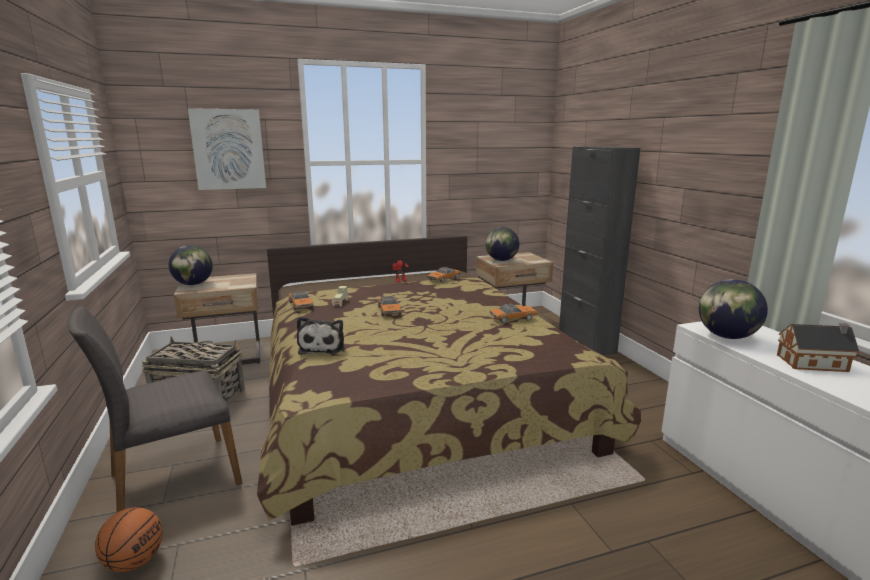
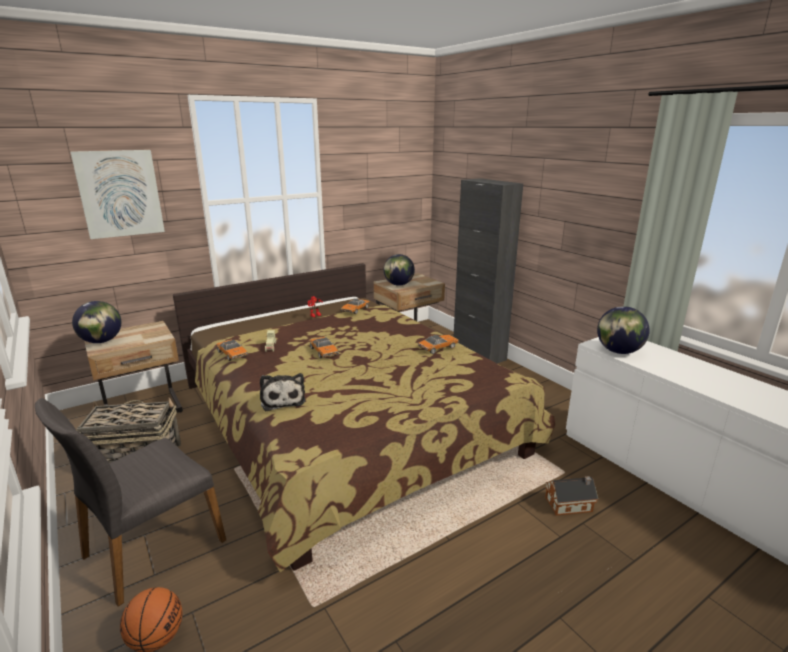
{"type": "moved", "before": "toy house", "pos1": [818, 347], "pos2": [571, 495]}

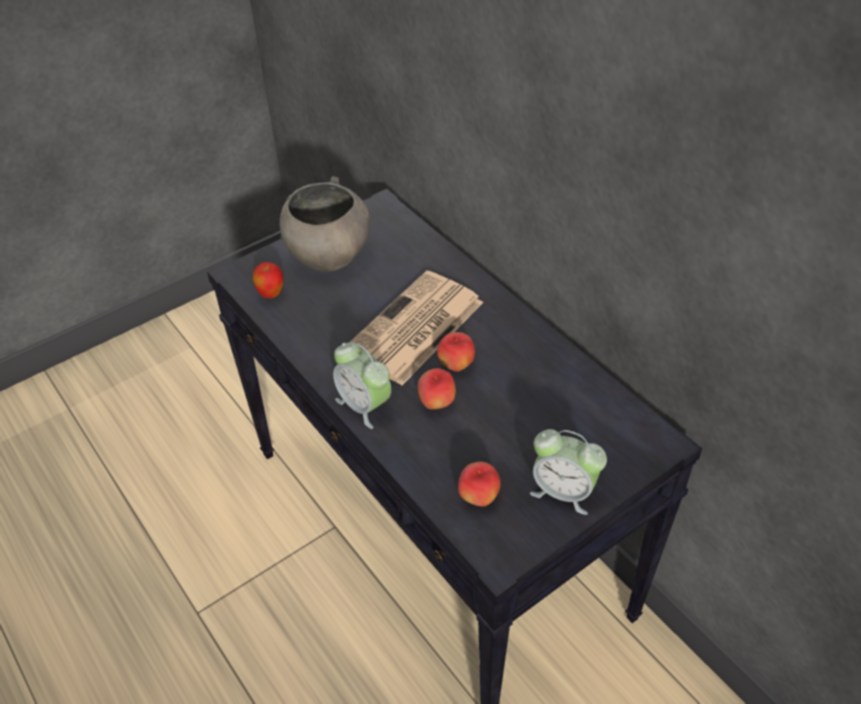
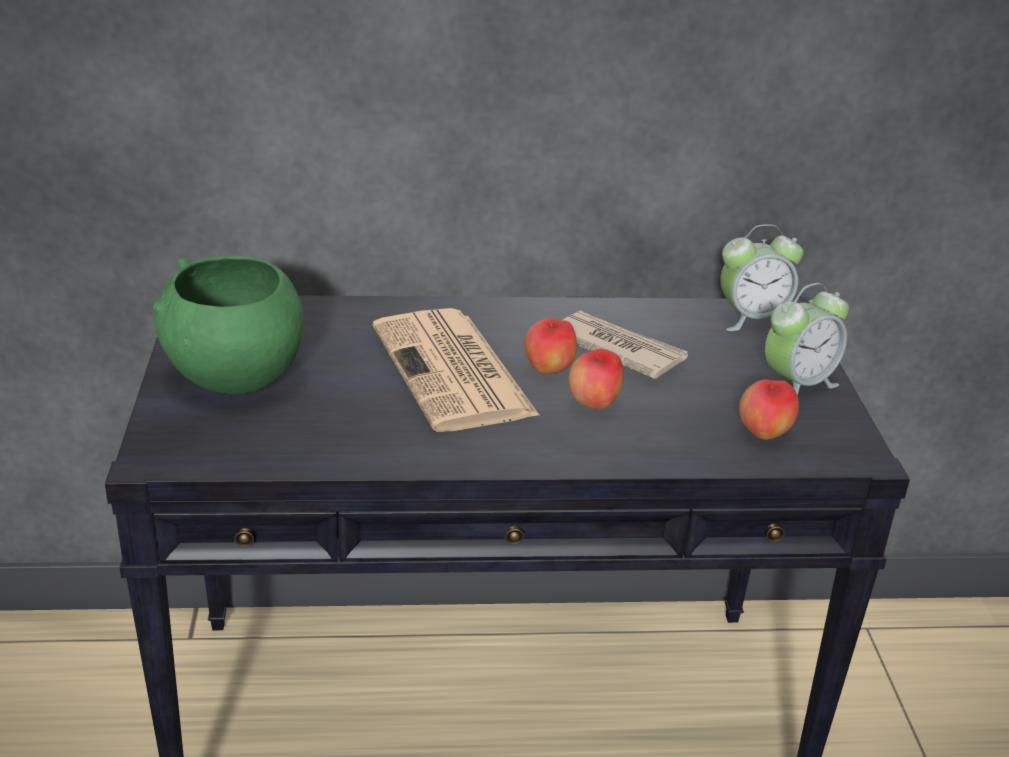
{"type": "recoloured", "before": "grey bowl", "after": "green bowl", "pos1": [324, 224], "pos2": [229, 324]}
{"type": "removed", "before": "apple", "pos1": [268, 280]}
{"type": "moved", "before": "alarm clock", "pos1": [362, 385], "pos2": [761, 277]}
{"type": "added", "after": "newspaper", "pos2": [625, 345]}

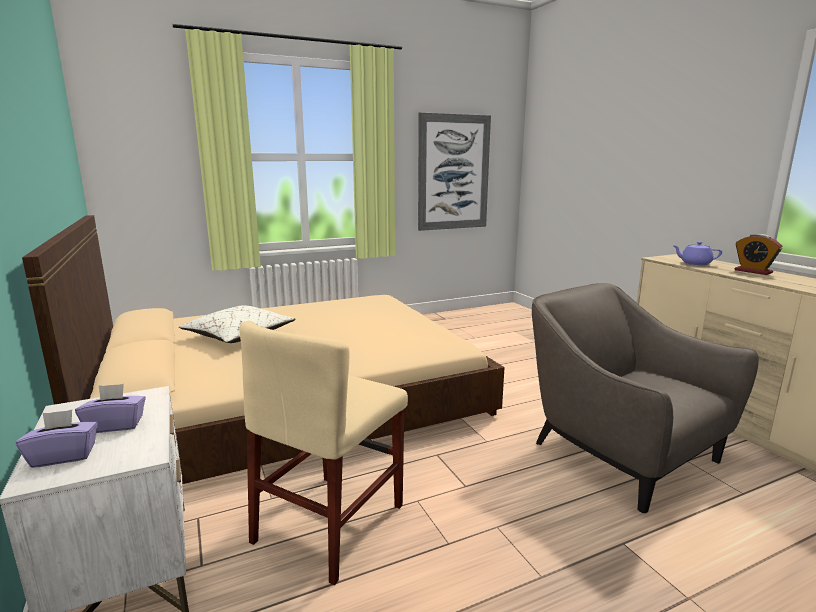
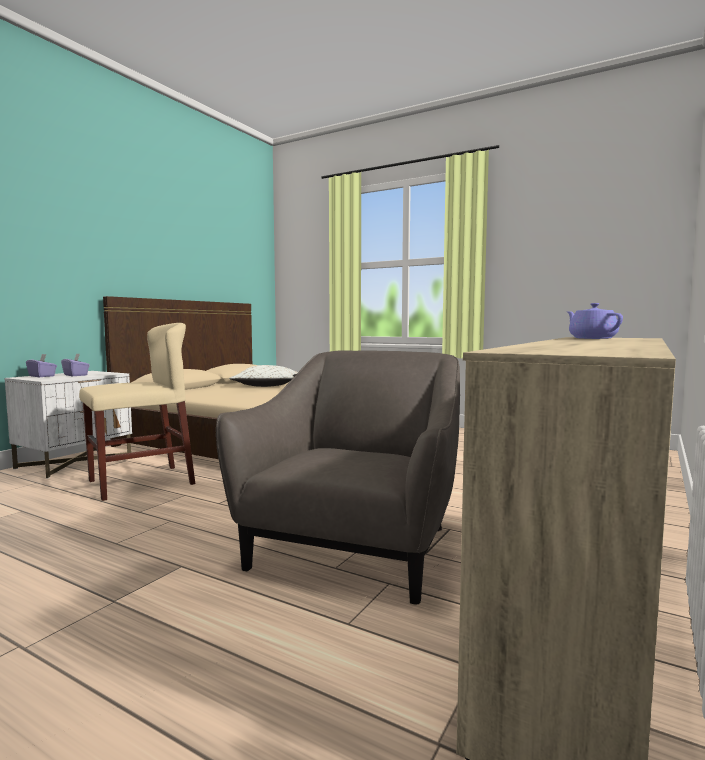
{"type": "removed", "before": "picture", "pos1": [454, 171]}
{"type": "removed", "before": "alarm clock", "pos1": [758, 254]}
{"type": "turned", "before": "beige chair", "pos1": [323, 452], "pos2": [137, 412], "turn": 150}

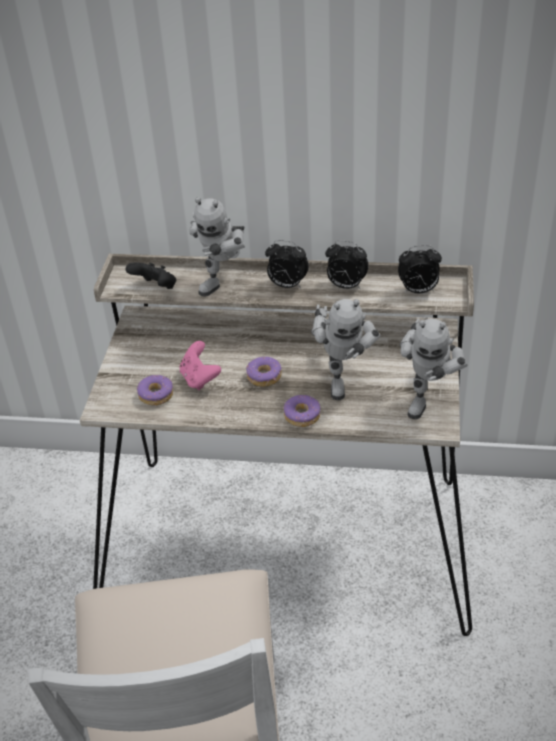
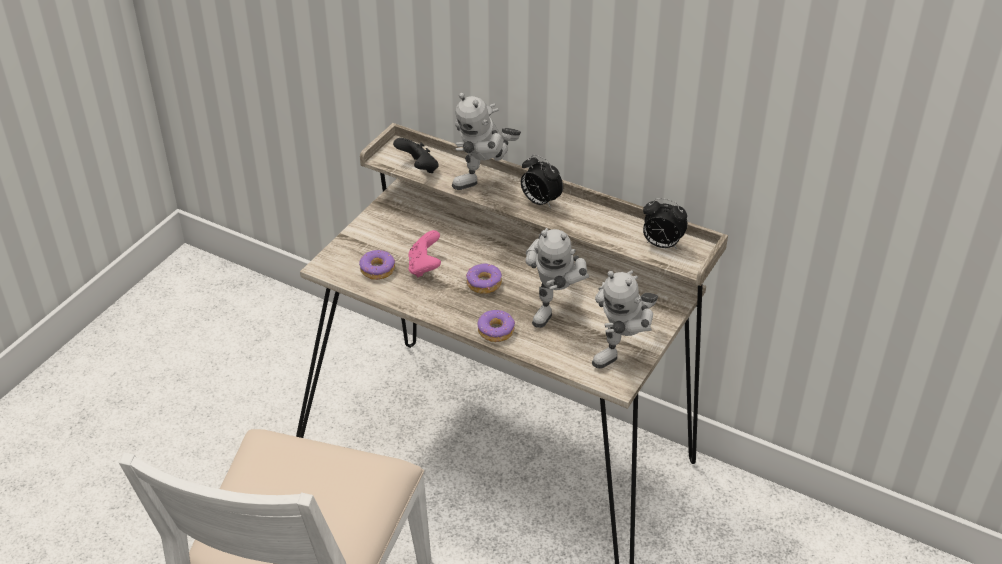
{"type": "removed", "before": "alarm clock", "pos1": [347, 264]}

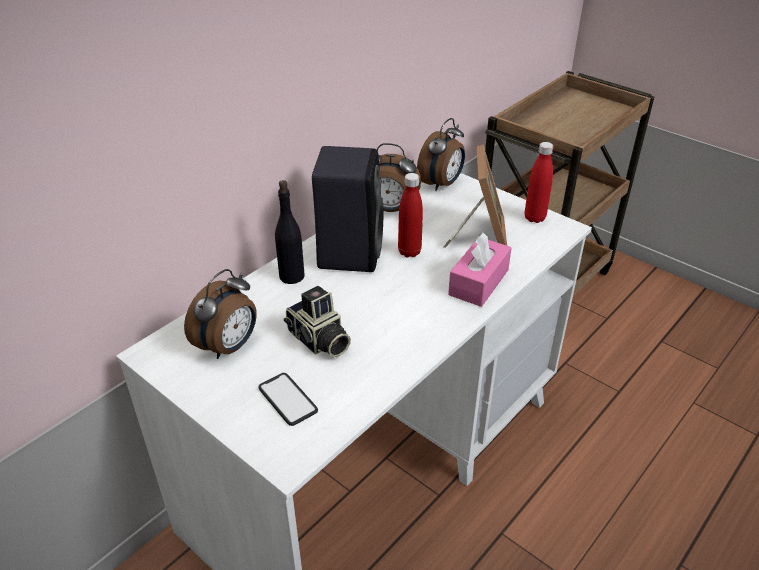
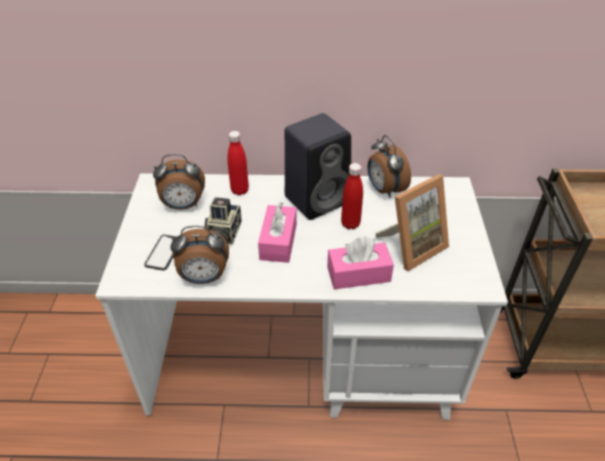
{"type": "moved", "before": "alarm clock", "pos1": [441, 154], "pos2": [199, 255]}
{"type": "moved", "before": "red bottle", "pos1": [539, 182], "pos2": [238, 163]}
{"type": "removed", "before": "black bottle", "pos1": [290, 232]}
{"type": "added", "after": "pink tissue box", "pos2": [277, 233]}

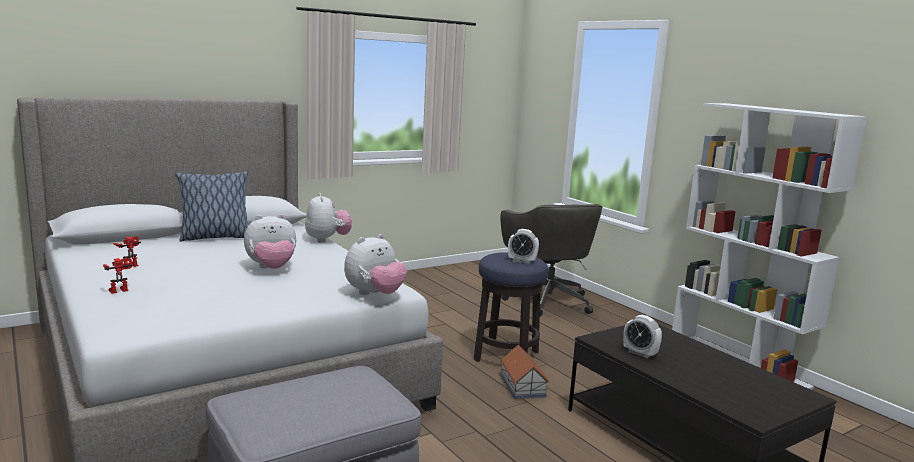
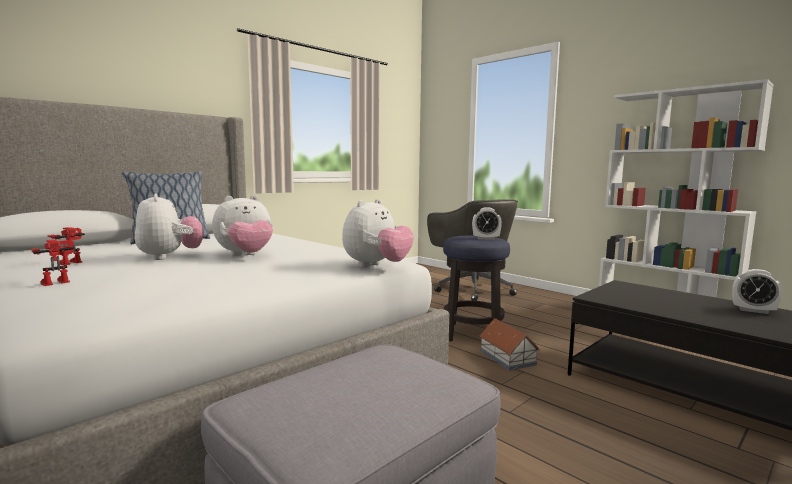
{"type": "moved", "before": "plush toy", "pos1": [328, 218], "pos2": [169, 227]}
{"type": "moved", "before": "alarm clock", "pos1": [642, 336], "pos2": [757, 291]}

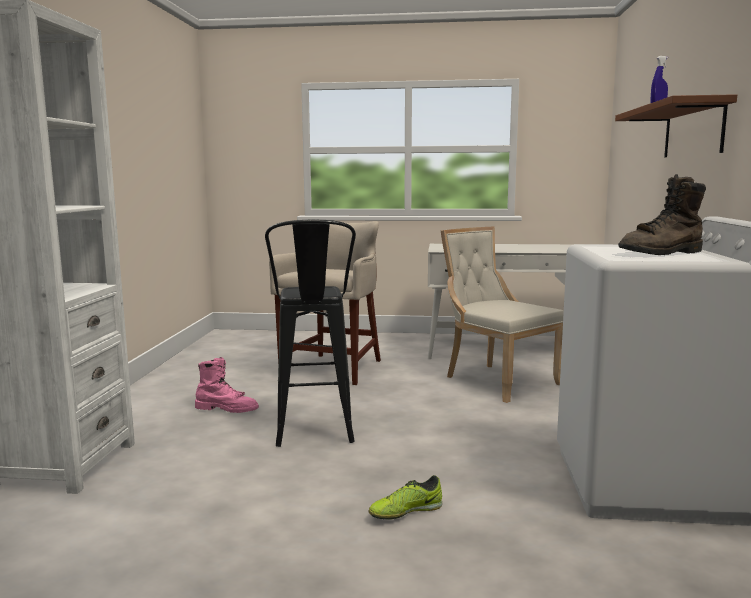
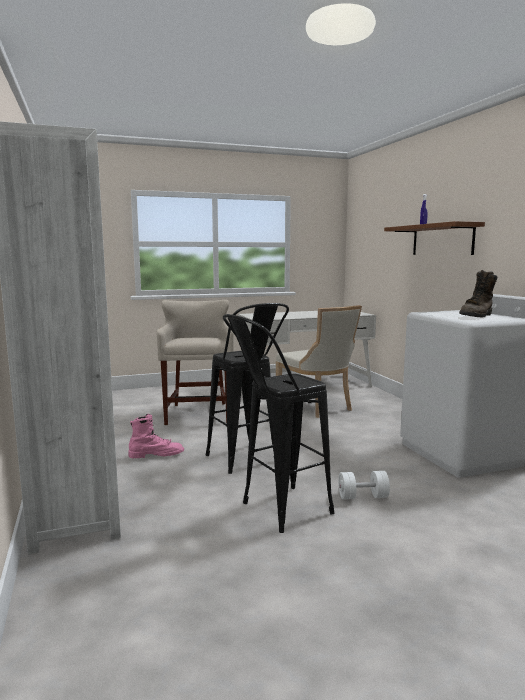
{"type": "turned", "before": "beige chair", "pos1": [502, 315], "pos2": [319, 361], "turn": -150}
{"type": "replaced", "before": "shoe", "after": "white dumbbell", "pos1": [405, 497], "pos2": [364, 485]}
{"type": "added", "after": "black stool", "pos2": [278, 423]}

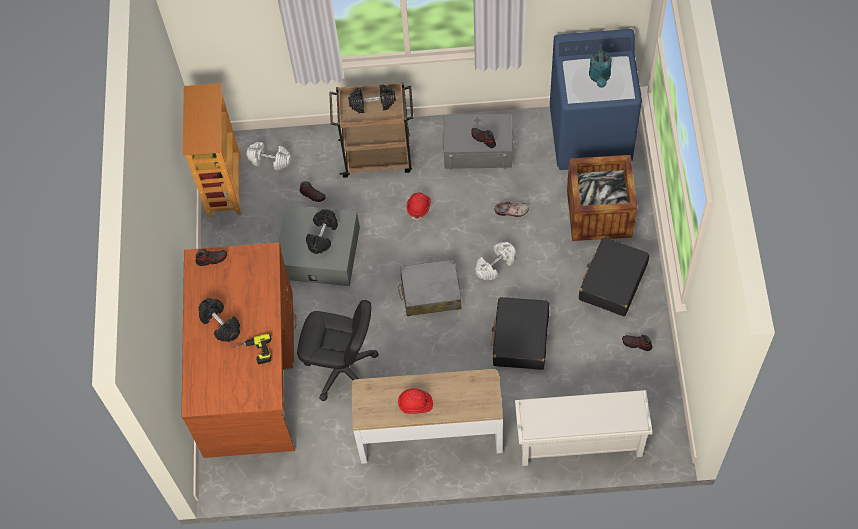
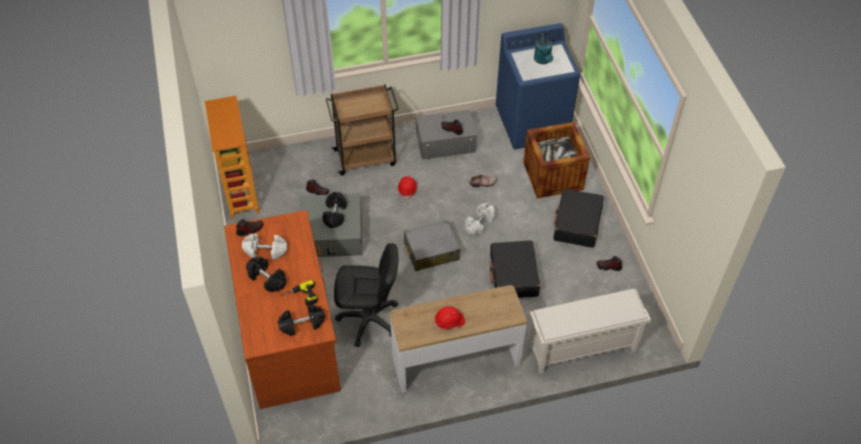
{"type": "moved", "before": "black dumbbell", "pos1": [372, 98], "pos2": [301, 320]}
{"type": "moved", "before": "white dumbbell", "pos1": [268, 156], "pos2": [265, 246]}

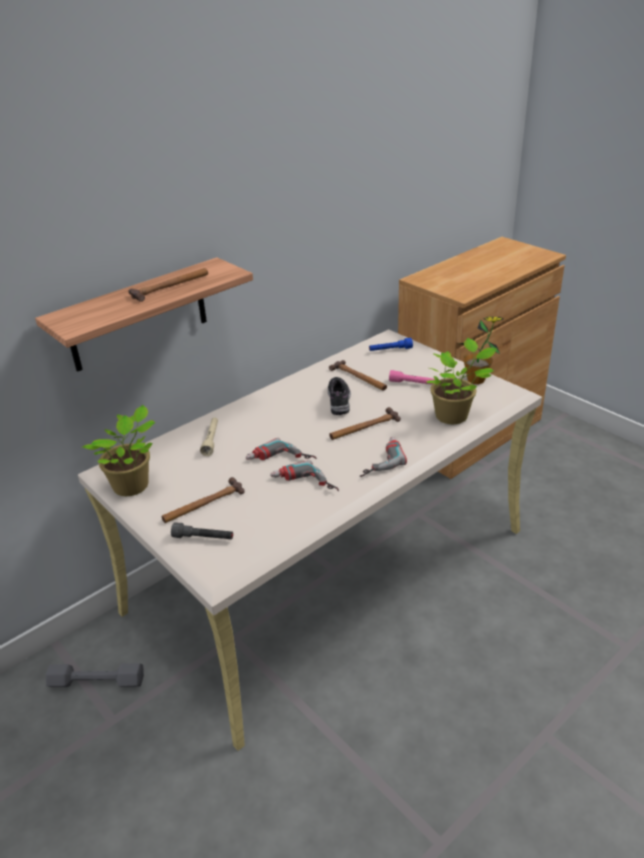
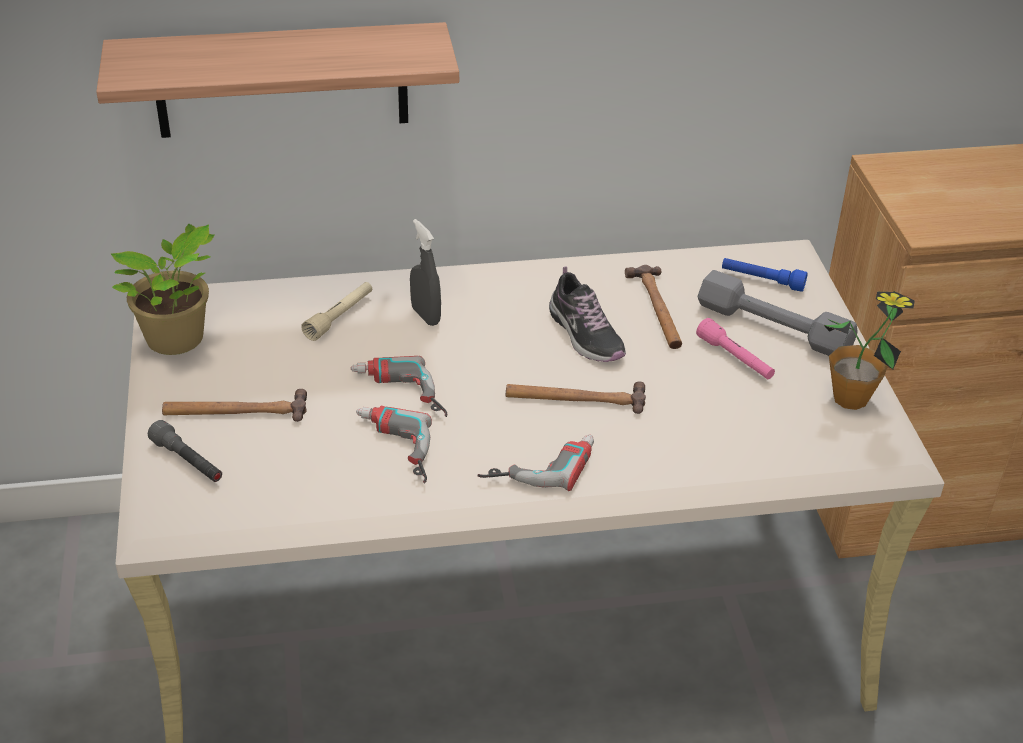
{"type": "removed", "before": "hammer", "pos1": [168, 285]}
{"type": "removed", "before": "potted plant", "pos1": [462, 381]}
{"type": "turned", "before": "shoe", "pos1": [339, 396], "pos2": [587, 314], "turn": 120}
{"type": "moved", "before": "grey dumbbell", "pos1": [95, 675], "pos2": [777, 313]}
{"type": "added", "after": "grey spray bottle", "pos2": [425, 272]}

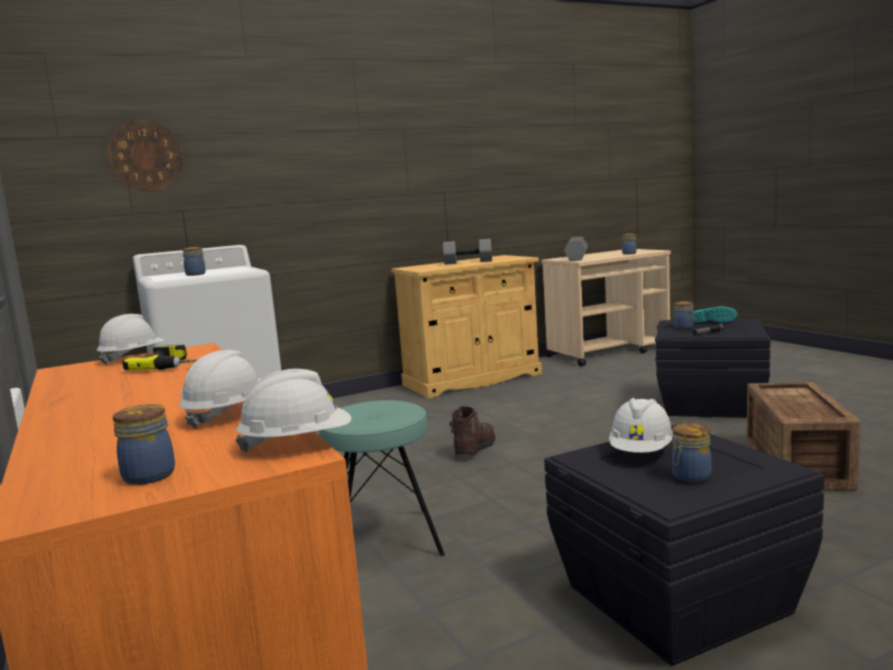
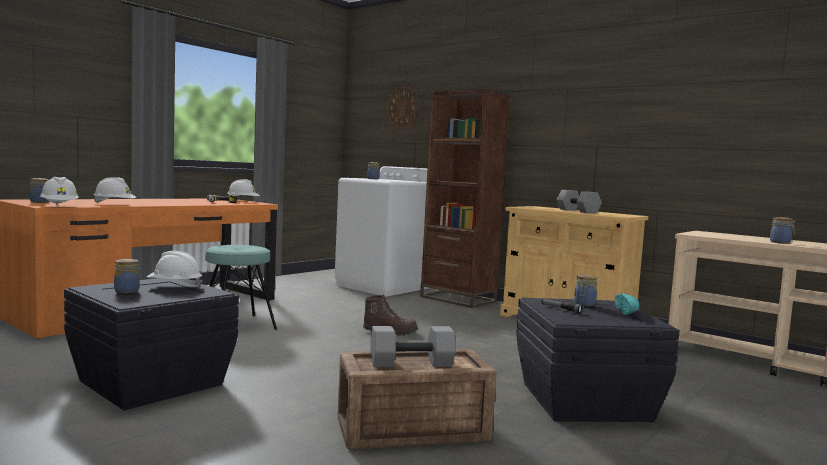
{"type": "moved", "before": "grey dumbbell", "pos1": [576, 249], "pos2": [413, 346]}
{"type": "added", "after": "brown bookcase", "pos2": [465, 198]}

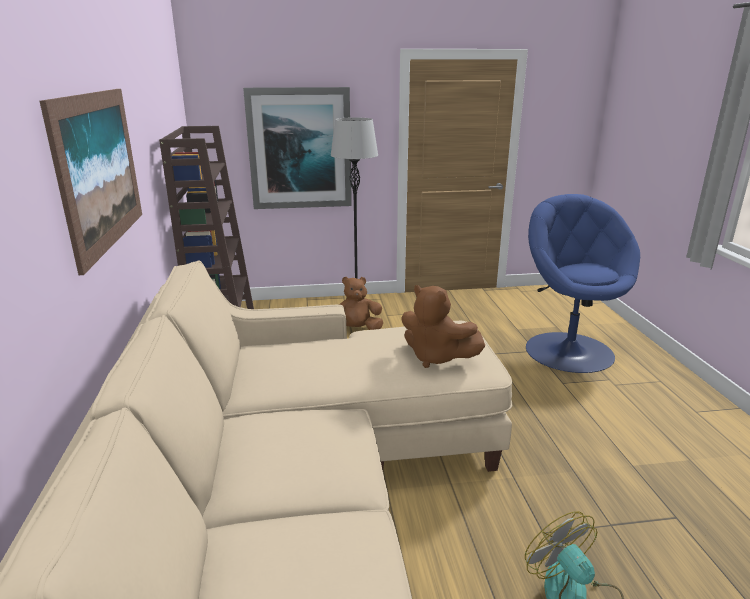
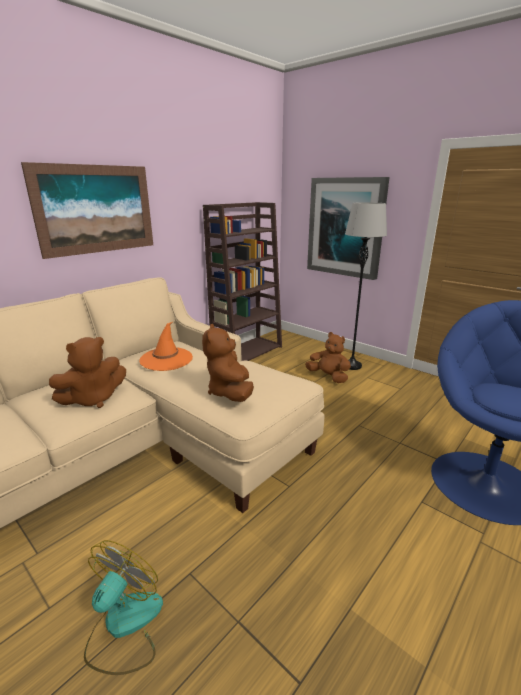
{"type": "added", "after": "orange hat", "pos2": [166, 346]}
{"type": "added", "after": "brown plush toy", "pos2": [87, 372]}

